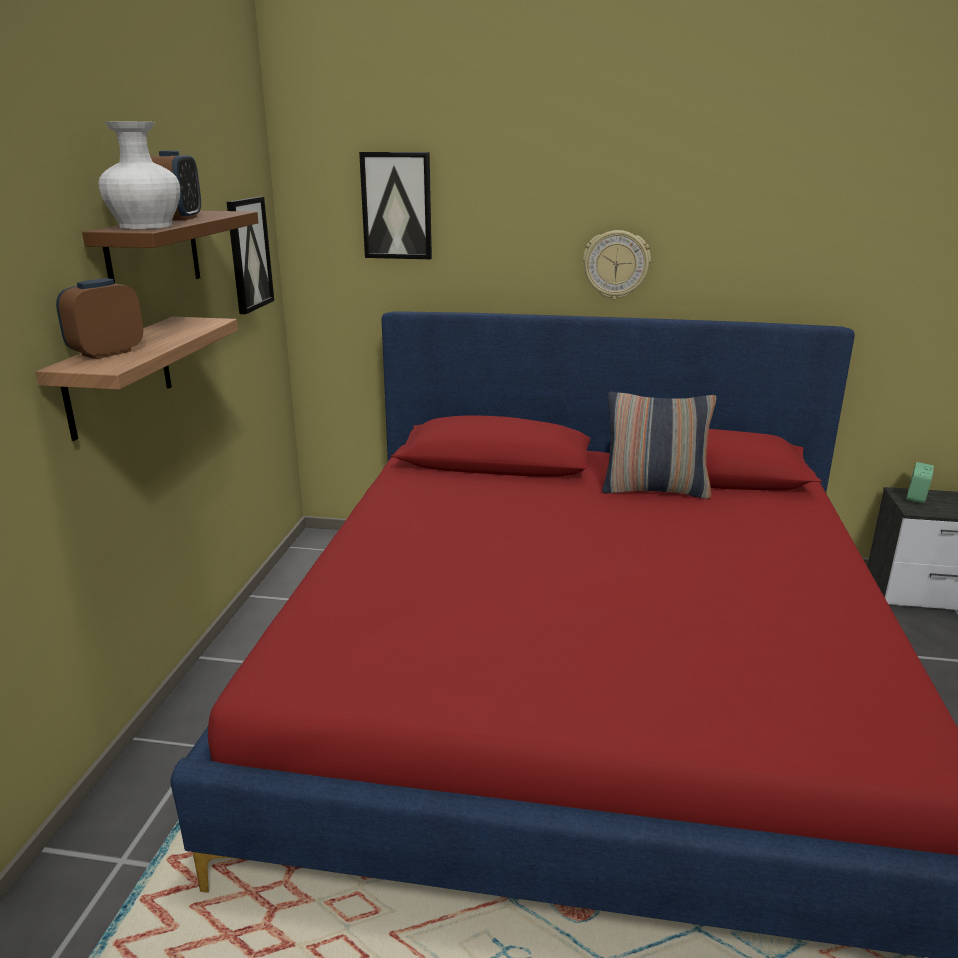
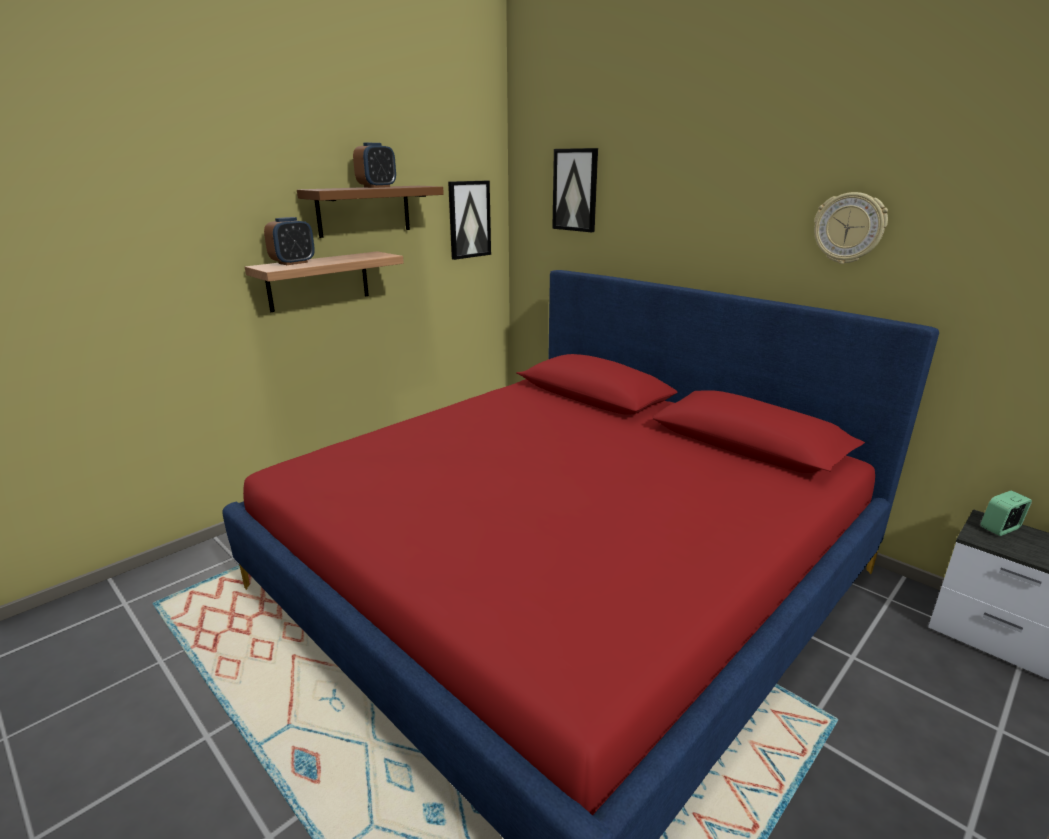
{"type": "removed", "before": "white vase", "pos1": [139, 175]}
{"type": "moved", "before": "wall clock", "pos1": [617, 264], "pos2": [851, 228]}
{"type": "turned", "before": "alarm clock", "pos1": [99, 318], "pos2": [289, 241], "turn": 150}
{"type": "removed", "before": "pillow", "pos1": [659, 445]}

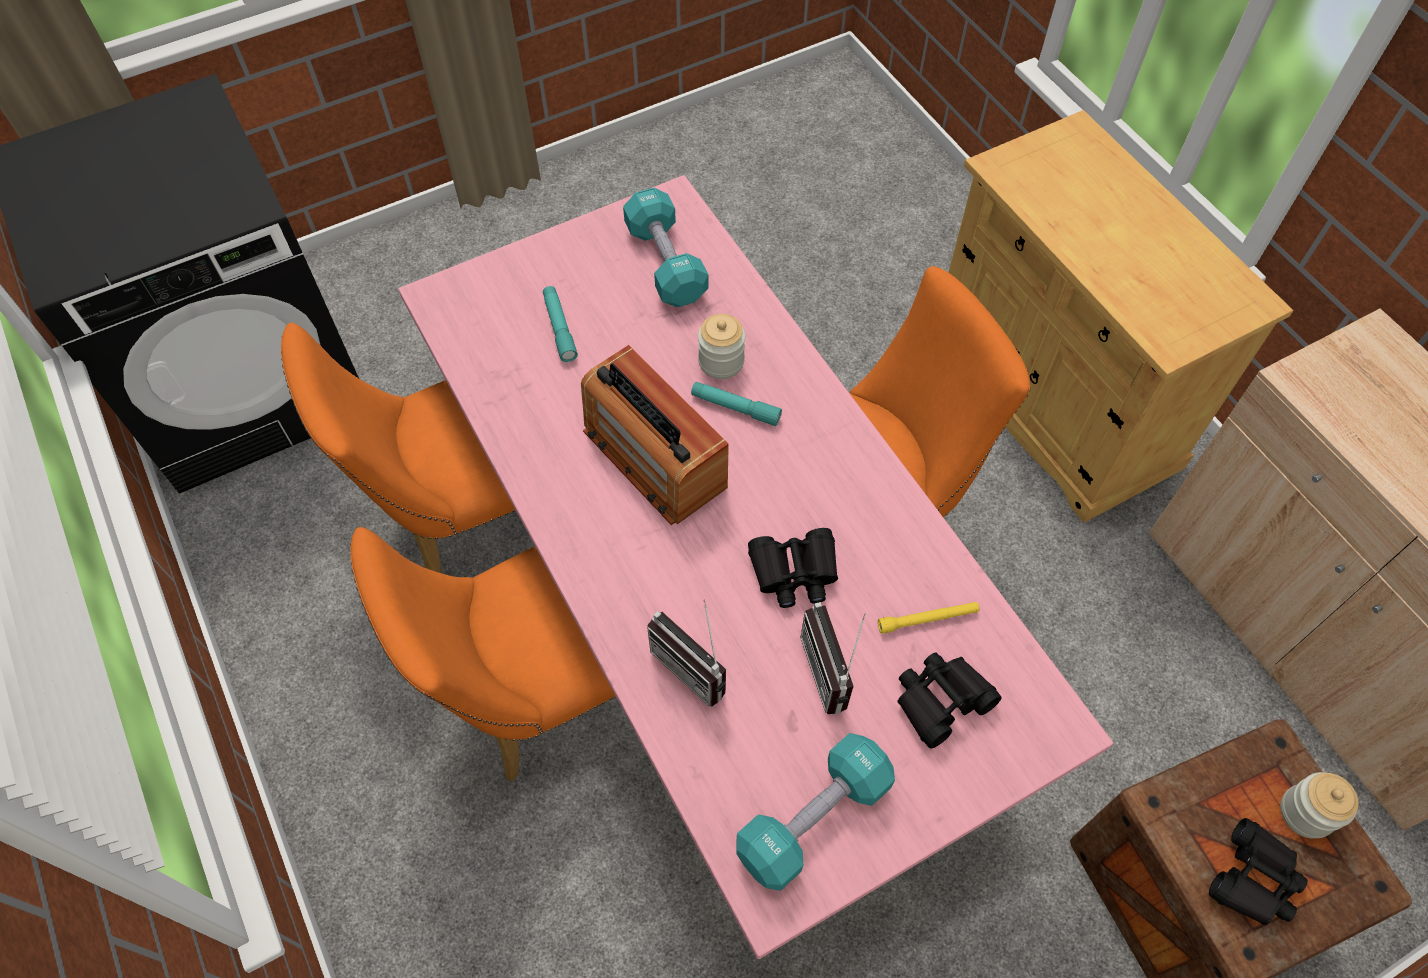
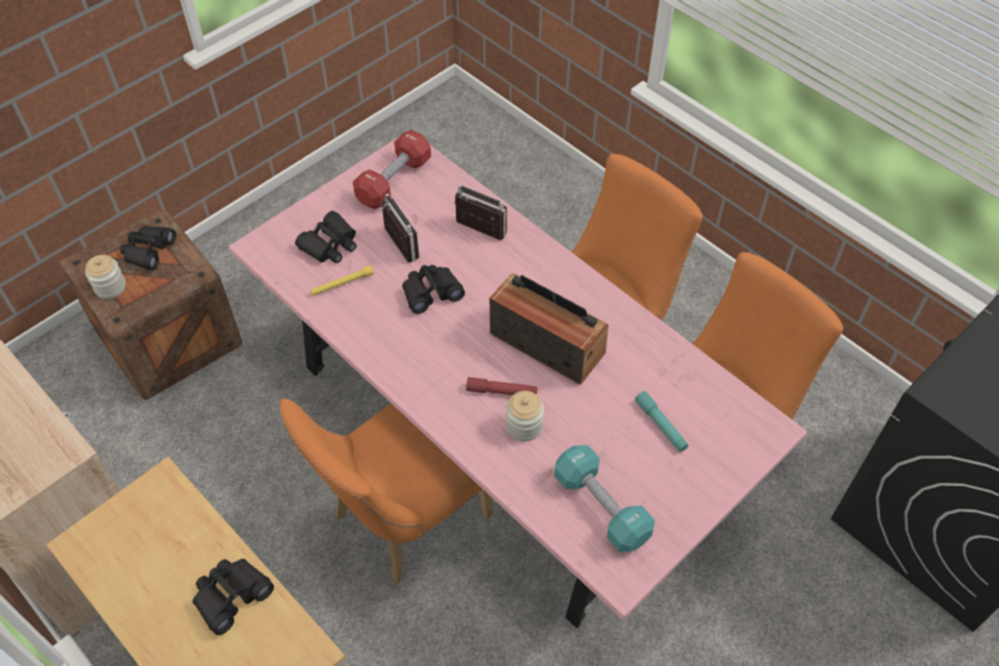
{"type": "recoloured", "before": "turquoise flashlight", "after": "red flashlight", "pos1": [736, 404], "pos2": [502, 386]}
{"type": "recoloured", "before": "turquoise dumbbell", "after": "red dumbbell", "pos1": [815, 812], "pos2": [392, 169]}
{"type": "added", "after": "black binoculars", "pos2": [233, 597]}

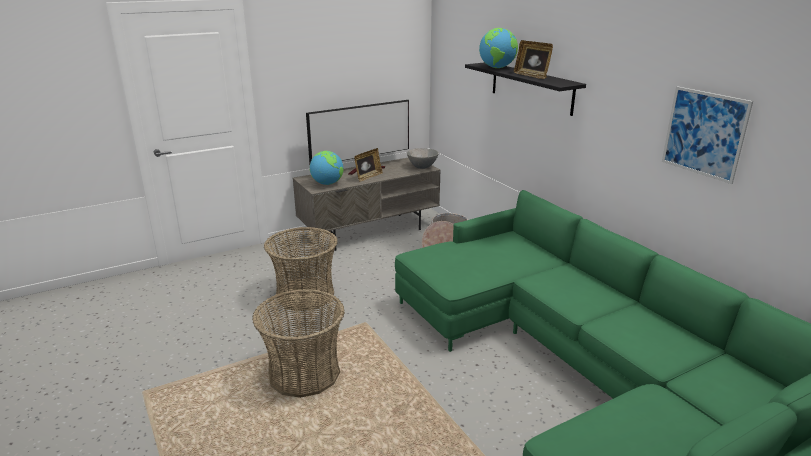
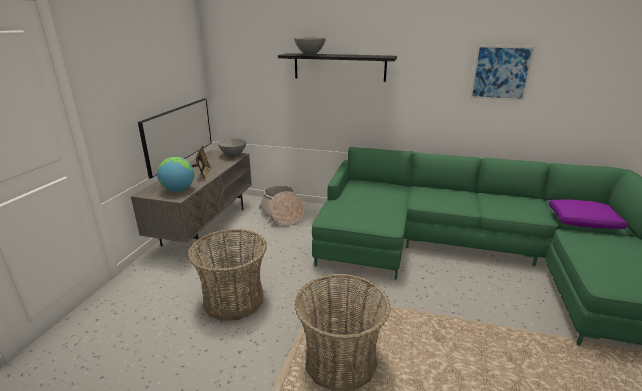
{"type": "replaced", "before": "globe", "after": "grey bowl", "pos1": [498, 48], "pos2": [310, 46]}
{"type": "removed", "before": "picture frame", "pos1": [533, 59]}
{"type": "added", "after": "purple pillow", "pos2": [588, 214]}

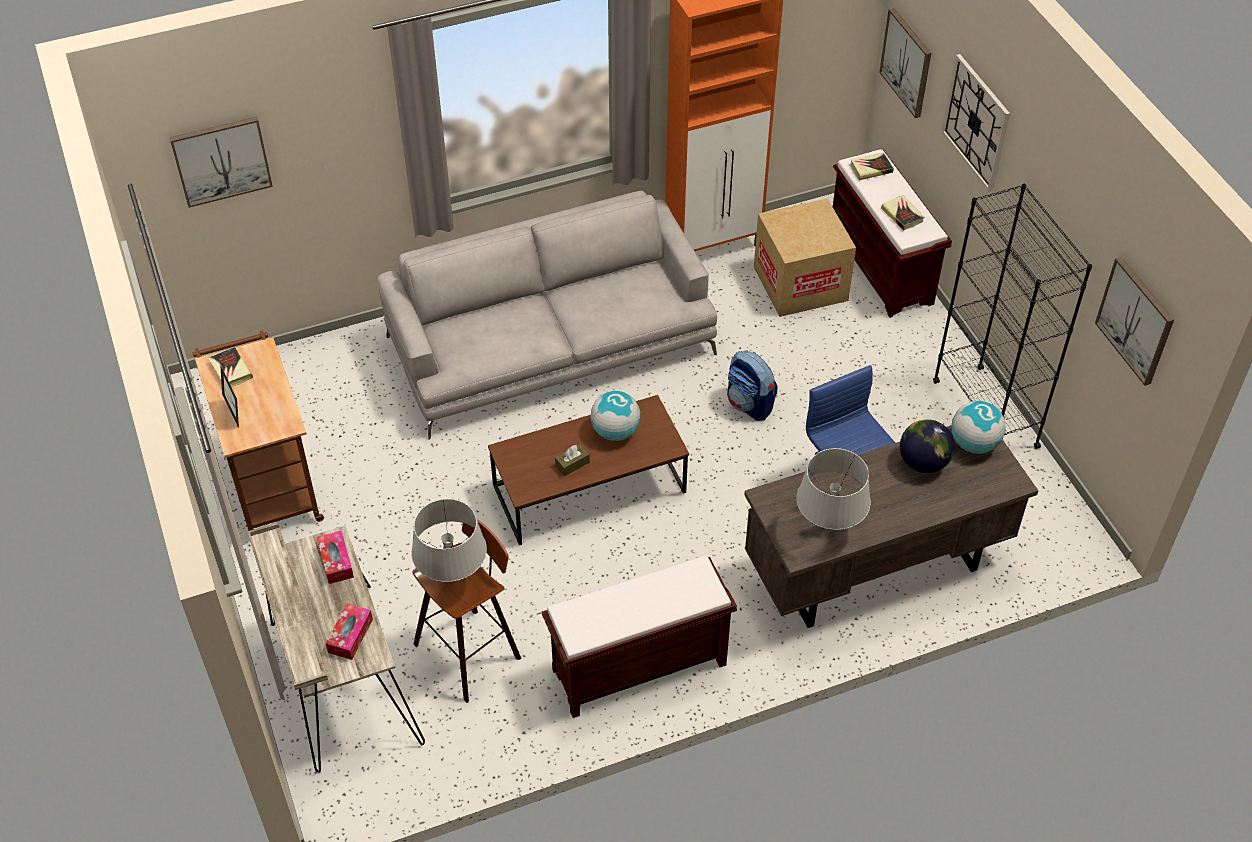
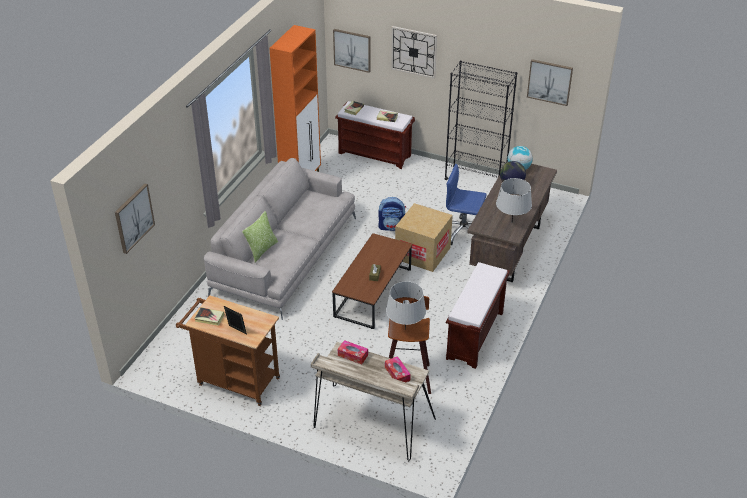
{"type": "moved", "before": "cardboard box", "pos1": [805, 257], "pos2": [424, 237]}
{"type": "removed", "before": "globe", "pos1": [615, 416]}
{"type": "added", "after": "pillow", "pos2": [260, 237]}

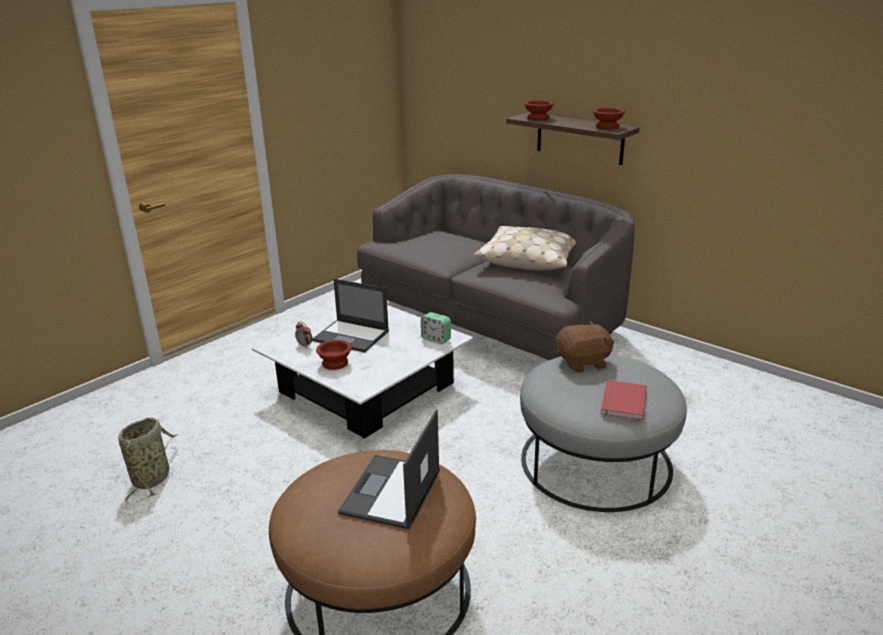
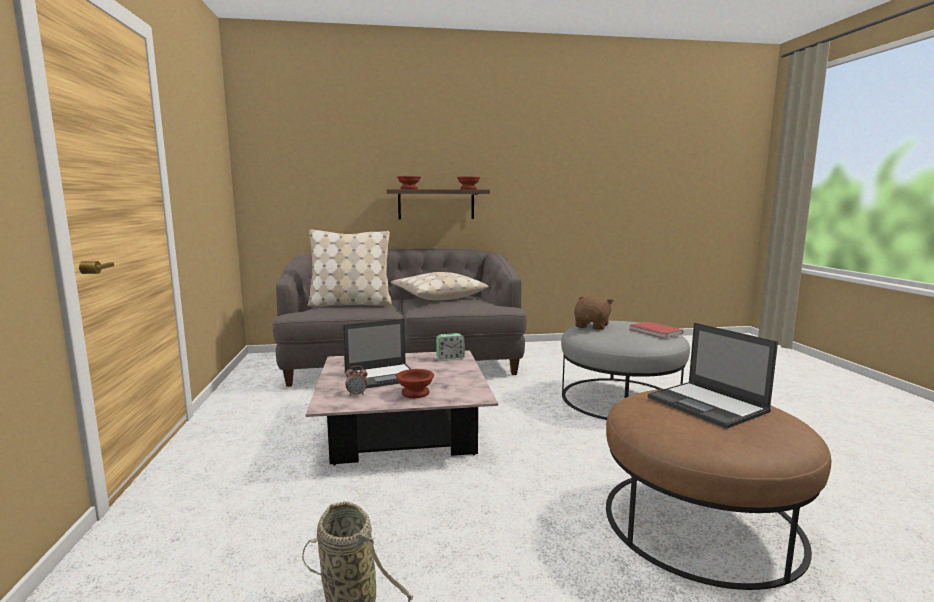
{"type": "recoloured", "before": "white coffee table", "after": "pink coffee table", "pos1": [362, 371], "pos2": [402, 407]}
{"type": "added", "after": "beige pillow", "pos2": [350, 268]}

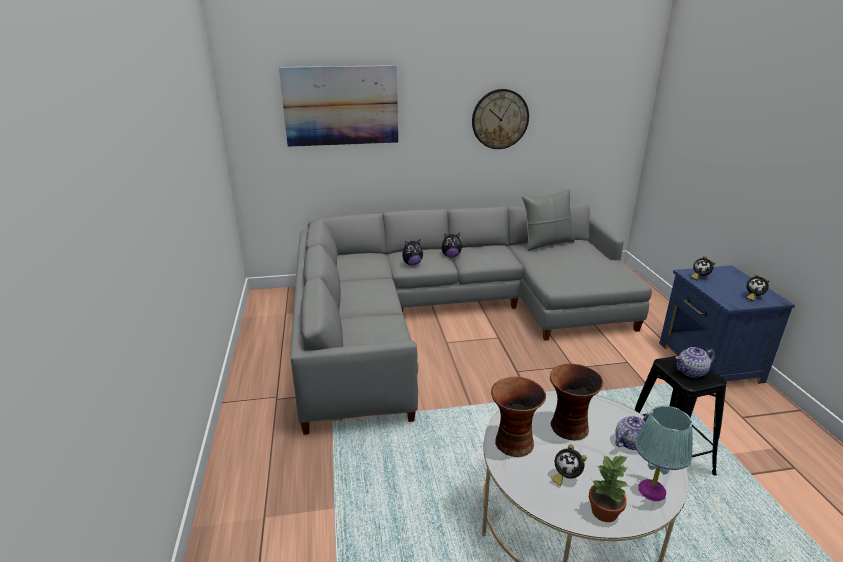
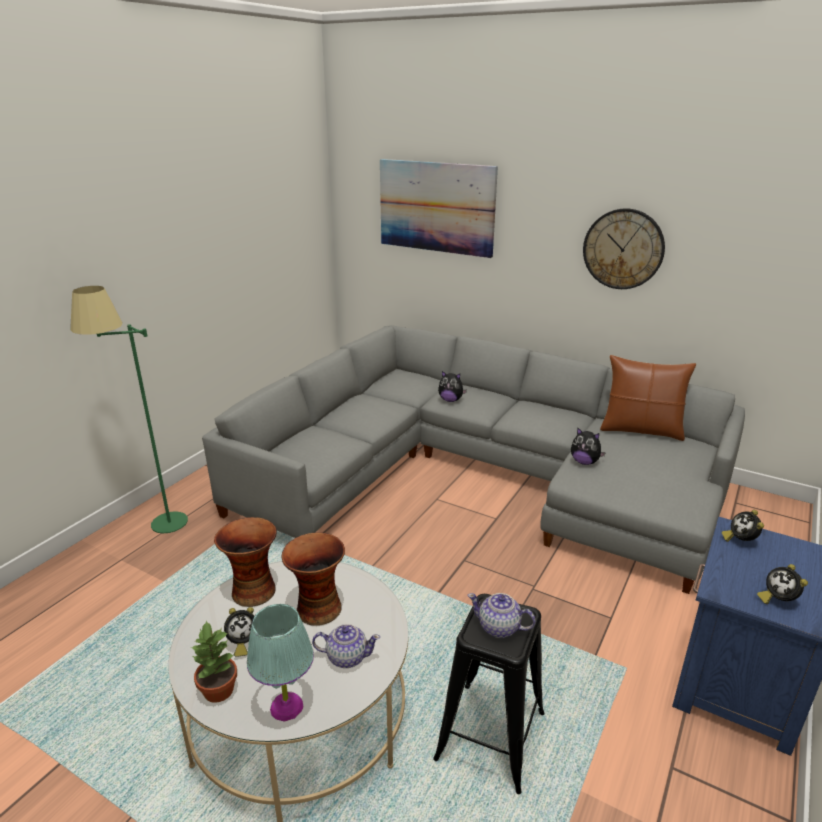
{"type": "recoloured", "before": "grey pillow", "after": "brown pillow", "pos1": [548, 220], "pos2": [648, 398]}
{"type": "moved", "before": "plush toy", "pos1": [452, 245], "pos2": [588, 446]}
{"type": "turned", "before": "alarm clock", "pos1": [569, 465], "pos2": [239, 632], "turn": -105}
{"type": "added", "after": "green floor lamp", "pos2": [129, 409]}

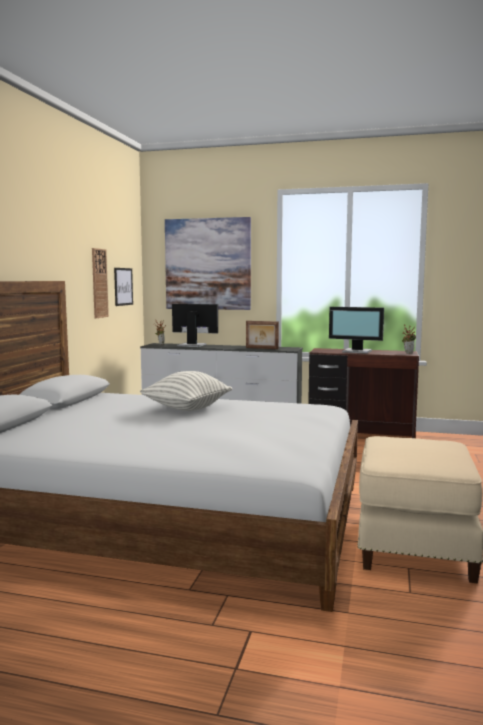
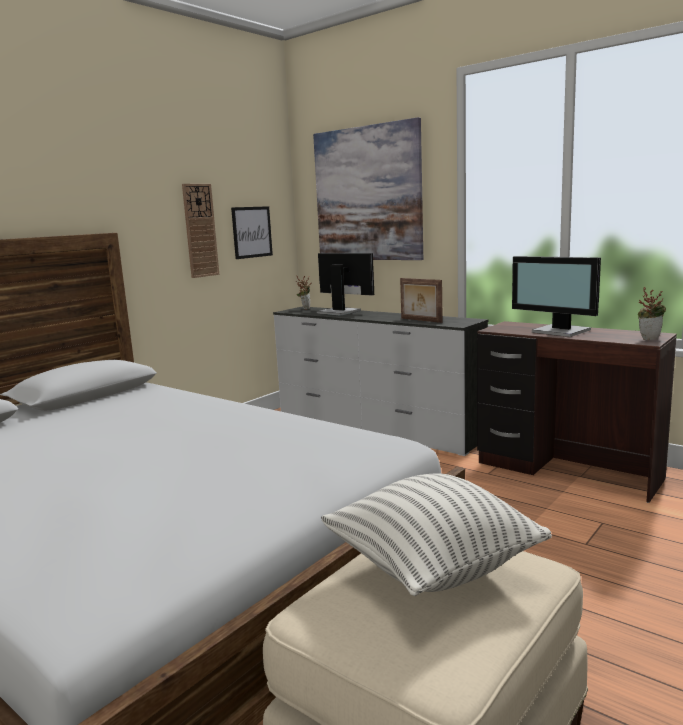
{"type": "moved", "before": "pillow", "pos1": [186, 391], "pos2": [436, 535]}

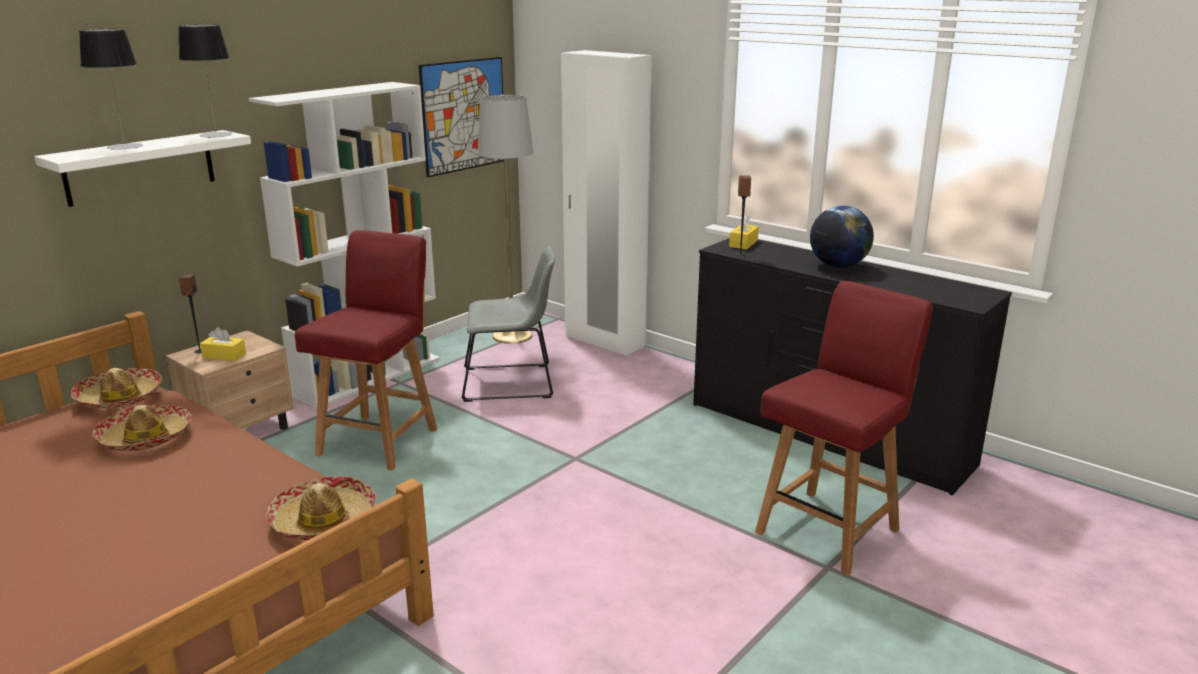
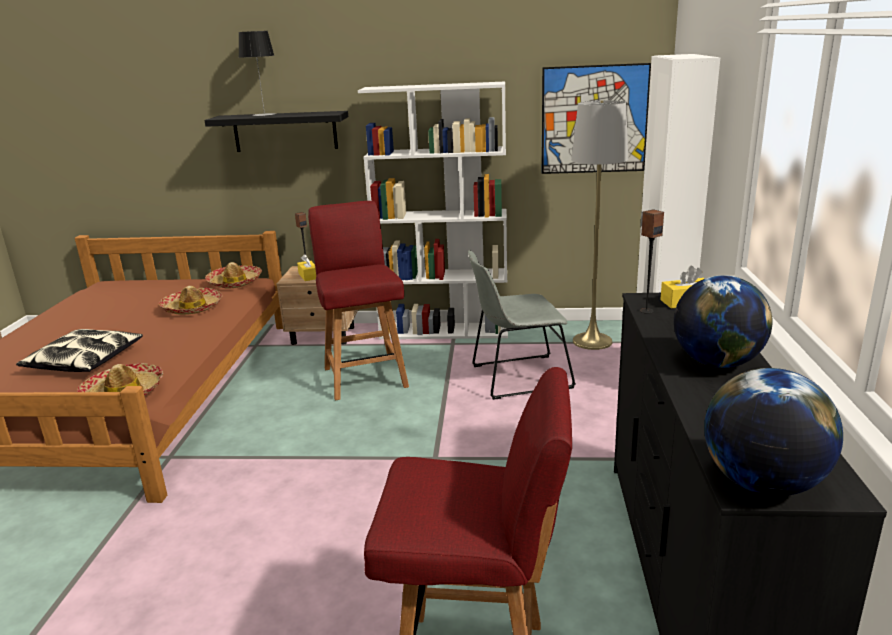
{"type": "removed", "before": "table lamp", "pos1": [205, 81]}
{"type": "recoloured", "before": "white shelf", "after": "black shelf", "pos1": [142, 168], "pos2": [276, 131]}
{"type": "turned", "before": "red chair", "pos1": [366, 350], "pos2": [358, 300], "turn": -90}
{"type": "turned", "before": "grey chair", "pos1": [508, 324], "pos2": [522, 325], "turn": 120}
{"type": "added", "after": "pillow", "pos2": [79, 350]}
{"type": "added", "after": "globe", "pos2": [773, 432]}

